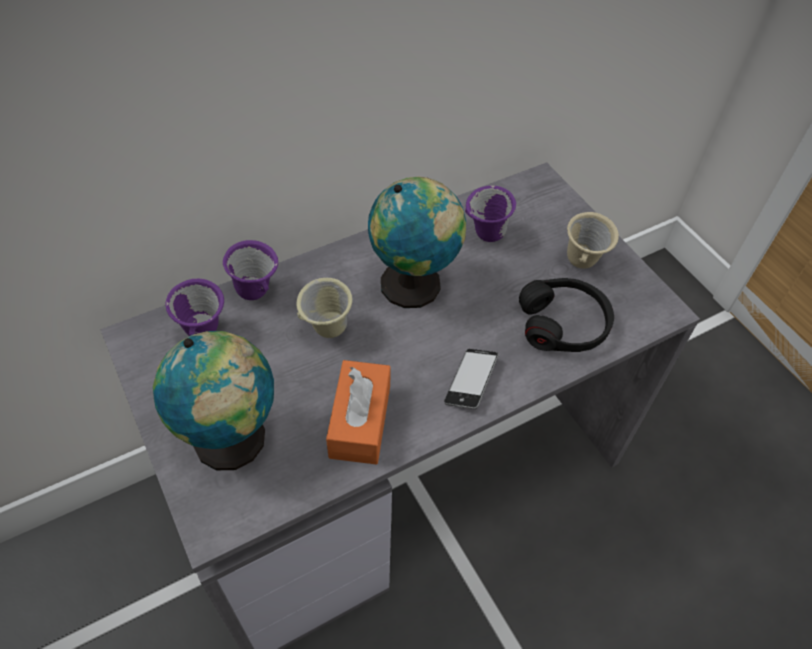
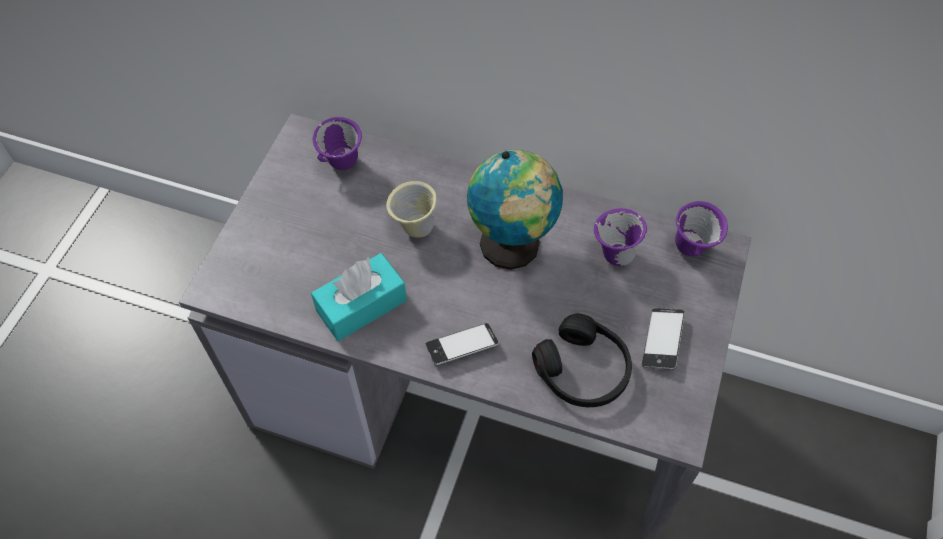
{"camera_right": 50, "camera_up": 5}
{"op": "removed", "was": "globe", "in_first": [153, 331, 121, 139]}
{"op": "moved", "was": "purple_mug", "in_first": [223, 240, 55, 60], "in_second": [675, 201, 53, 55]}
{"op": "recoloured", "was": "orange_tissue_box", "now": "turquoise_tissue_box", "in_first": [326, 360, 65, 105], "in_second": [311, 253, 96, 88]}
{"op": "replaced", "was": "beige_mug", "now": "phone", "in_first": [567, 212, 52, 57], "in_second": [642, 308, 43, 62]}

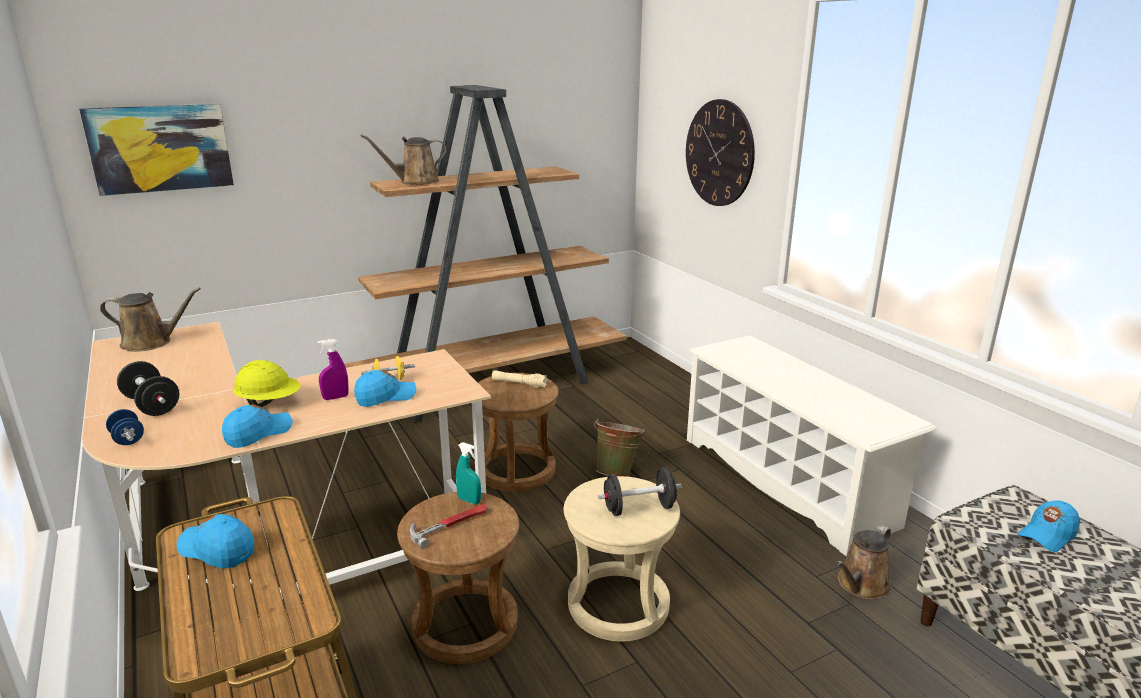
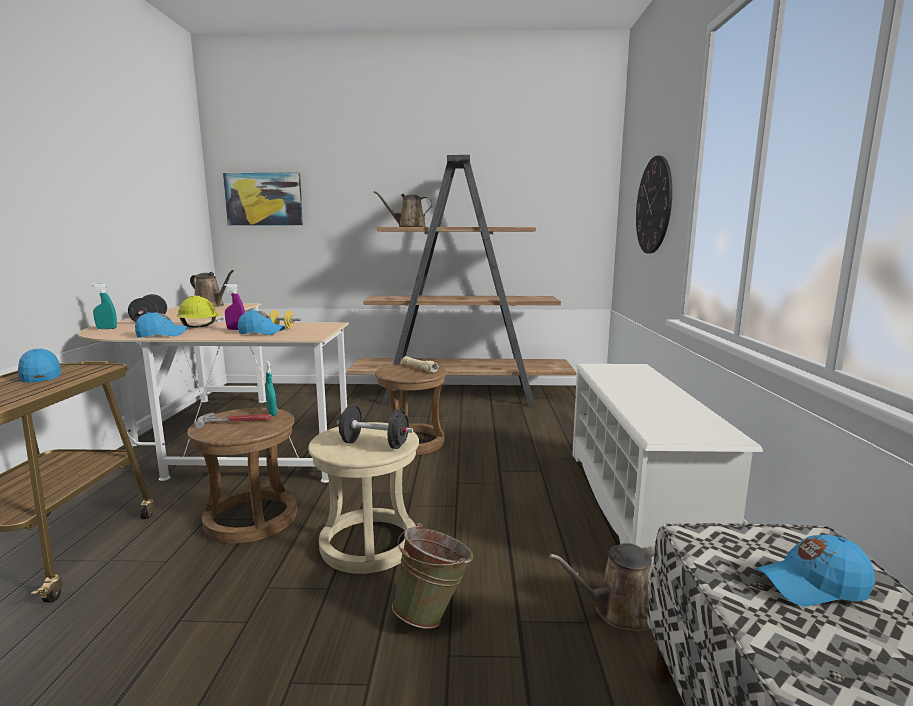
{"camera_right": 30, "camera_up": -10}
{"op": "replaced", "was": "blue_dumbbell", "now": "turquoise_spray_bottle", "in_first": [106, 409, 38, 36], "in_second": [91, 283, 26, 46]}
{"op": "moved", "was": "green_bucket", "in_first": [594, 419, 51, 58], "in_second": [392, 523, 81, 106]}

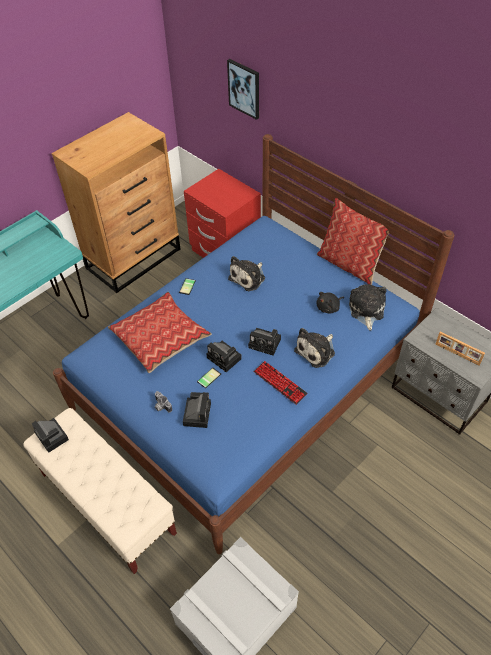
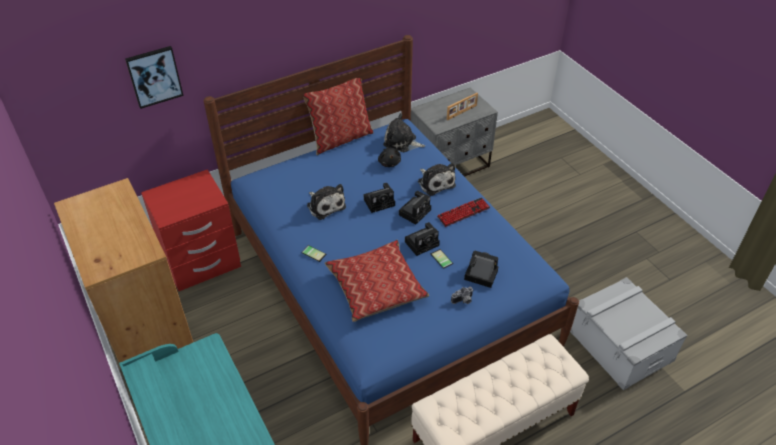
{"camera_right": -75, "camera_up": -5}
{"op": "moved", "was": "photo_camera", "in_first": [31, 418, 38, 35], "in_second": [364, 183, 31, 30]}

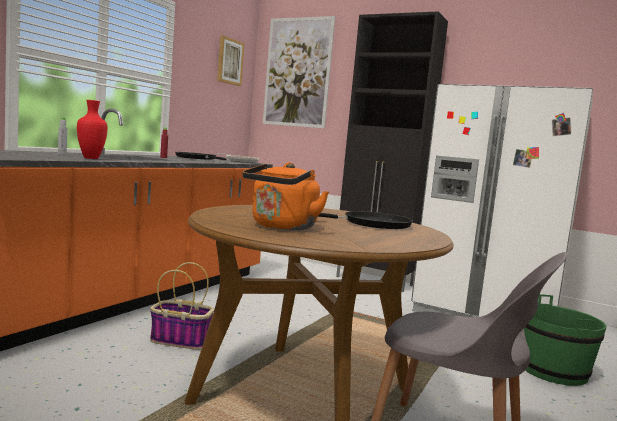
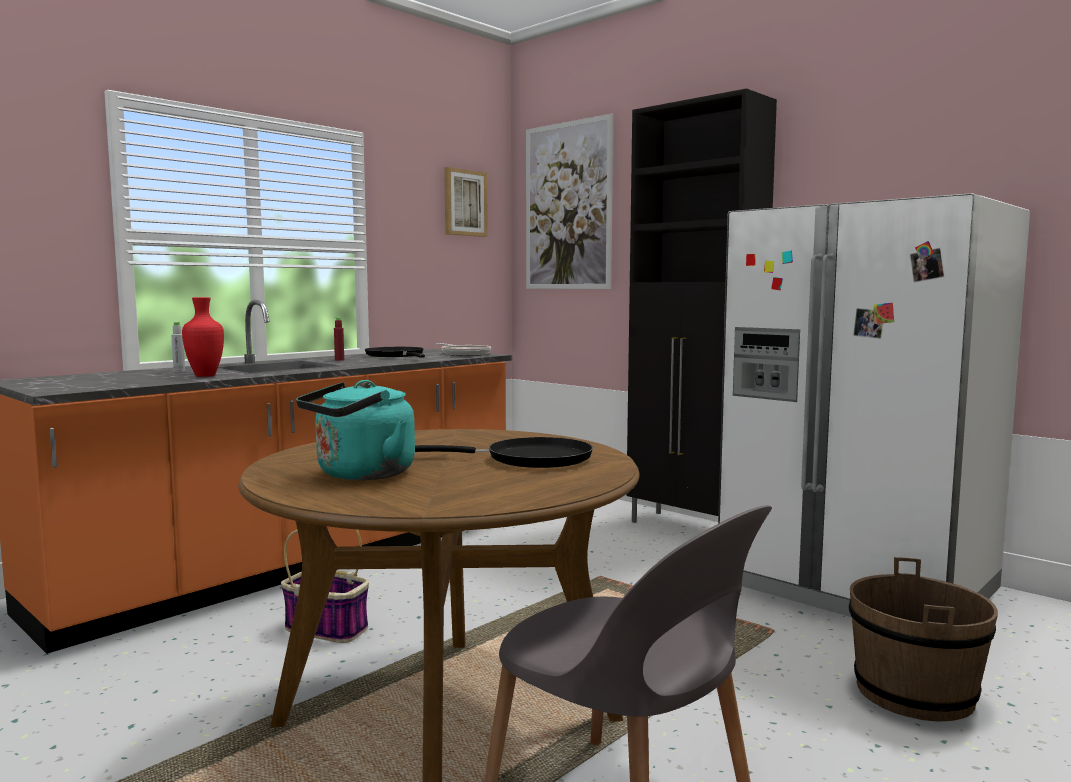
{"camera_right": 15, "camera_up": 0}
{"op": "recoloured", "was": "orange_kettle", "now": "turquoise_kettle", "in_first": [242, 163, 87, 67], "in_second": [296, 380, 119, 100]}
{"op": "recoloured", "was": "green_bucket", "now": "brown_bucket", "in_first": [524, 294, 83, 92], "in_second": [849, 557, 149, 164]}

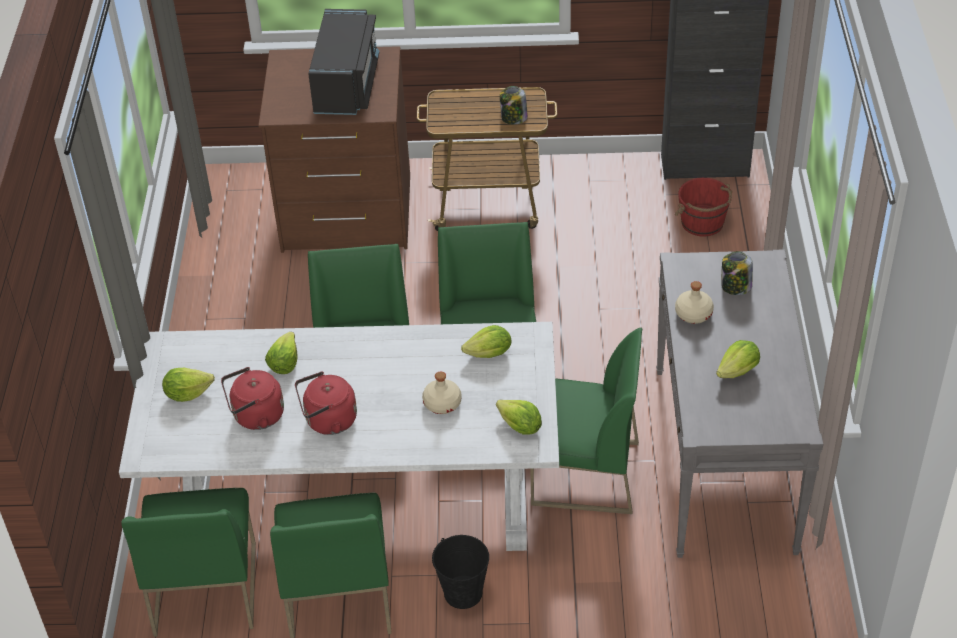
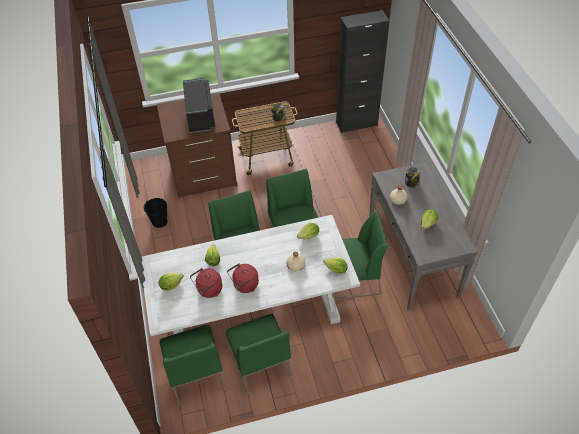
{"camera_right": -15, "camera_up": 5}
{"op": "moved", "was": "black_bucket", "in_first": [432, 535, 57, 74], "in_second": [144, 198, 24, 30]}
{"op": "removed", "was": "red_bucket", "in_first": [675, 178, 57, 58]}

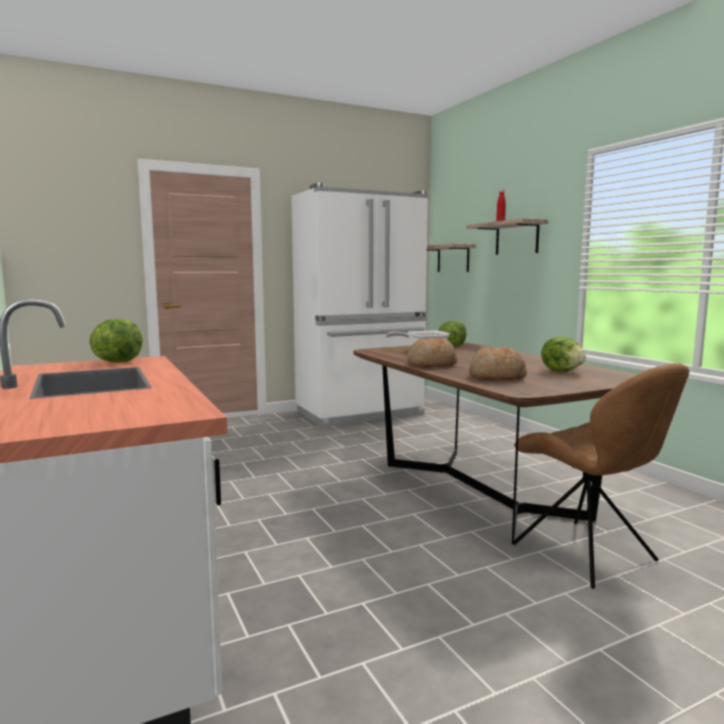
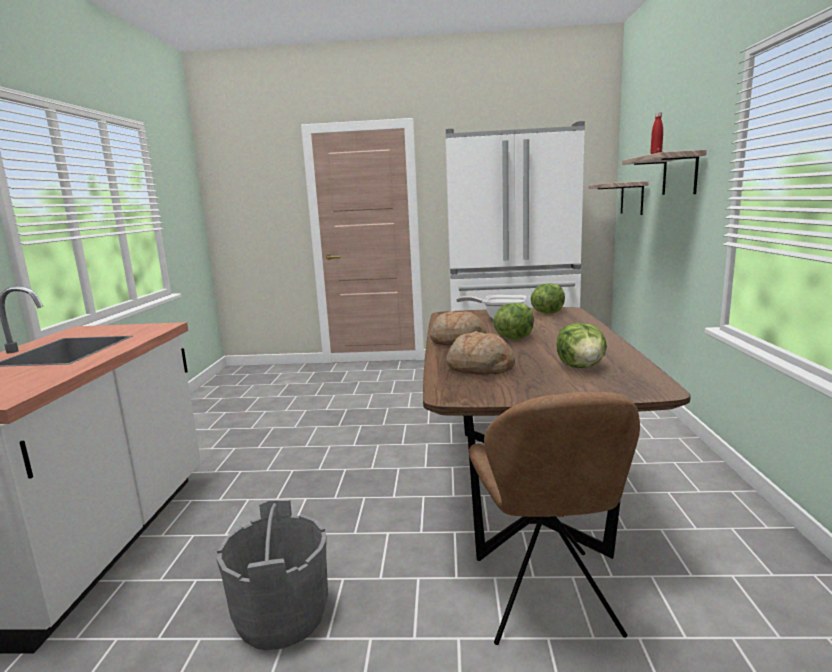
{"camera_right": 30, "camera_up": 5}
{"op": "moved", "was": "lettuce", "in_first": [90, 319, 53, 44], "in_second": [493, 303, 41, 36]}
{"op": "added", "now": "grey_bucket", "in_second": [216, 500, 112, 150]}

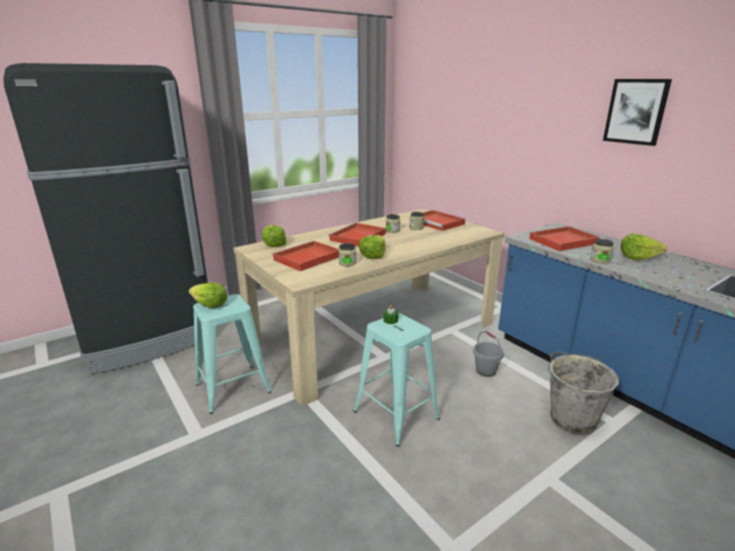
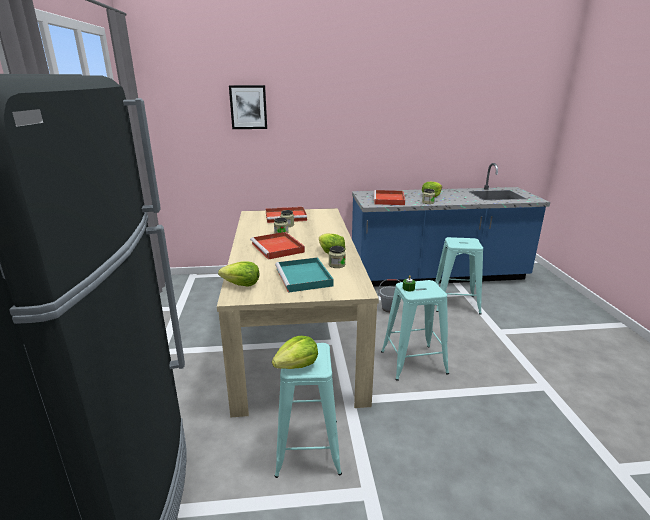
{"camera_right": -60, "camera_up": 0}
{"op": "recoloured", "was": "red_tray", "now": "turquoise_tray", "in_first": [272, 241, 67, 30], "in_second": [275, 257, 59, 36]}
{"op": "replaced", "was": "grey_bucket", "now": "turquoise_stool", "in_first": [548, 351, 71, 85], "in_second": [435, 237, 48, 77]}
{"op": "moved", "was": "picture", "in_first": [603, 79, 69, 67], "in_second": [229, 85, 38, 44]}

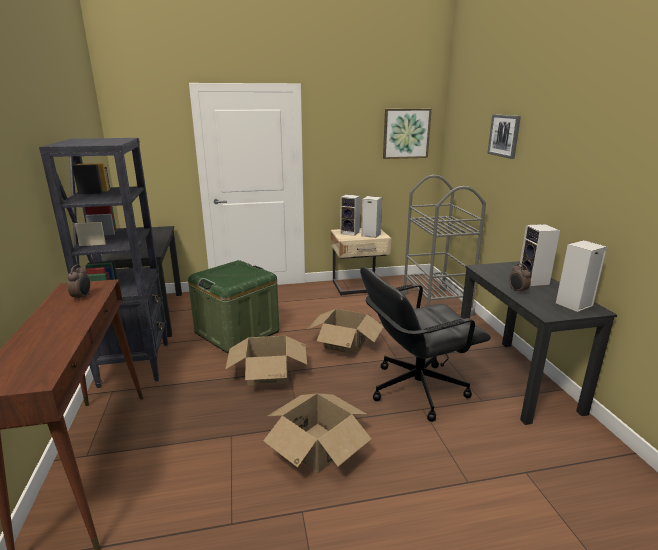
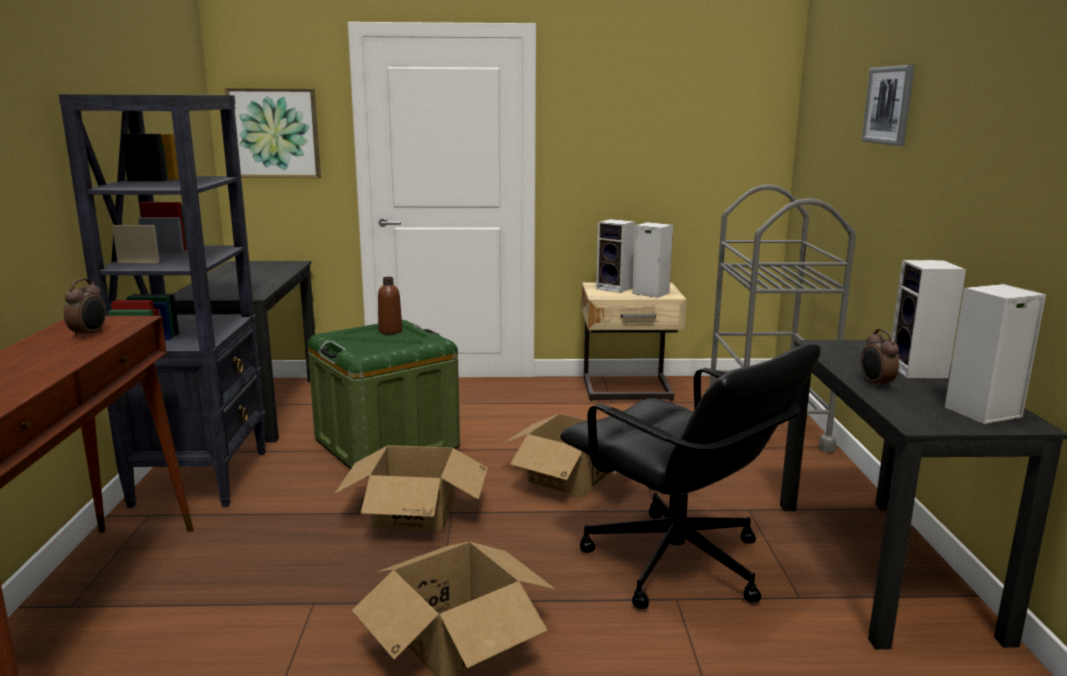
{"camera_right": 10, "camera_up": -5}
{"op": "turned", "was": "black_office_chair", "in_first": [360, 267, 131, 155], "in_second": [560, 344, 261, 265], "clockwise": -120}
{"op": "moved", "was": "picture", "in_first": [383, 109, 49, 50], "in_second": [225, 88, 96, 90]}
{"op": "added", "now": "brown_bottle", "in_second": [378, 277, 24, 57]}

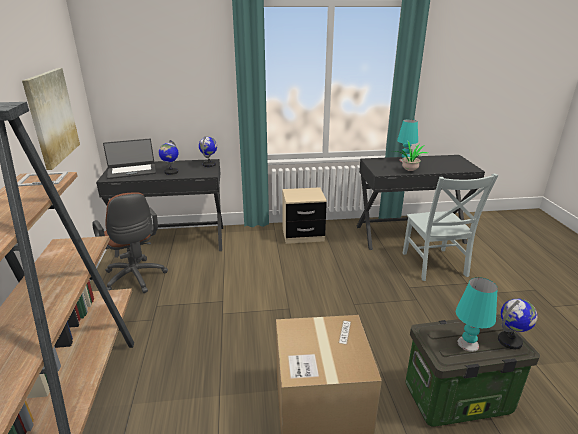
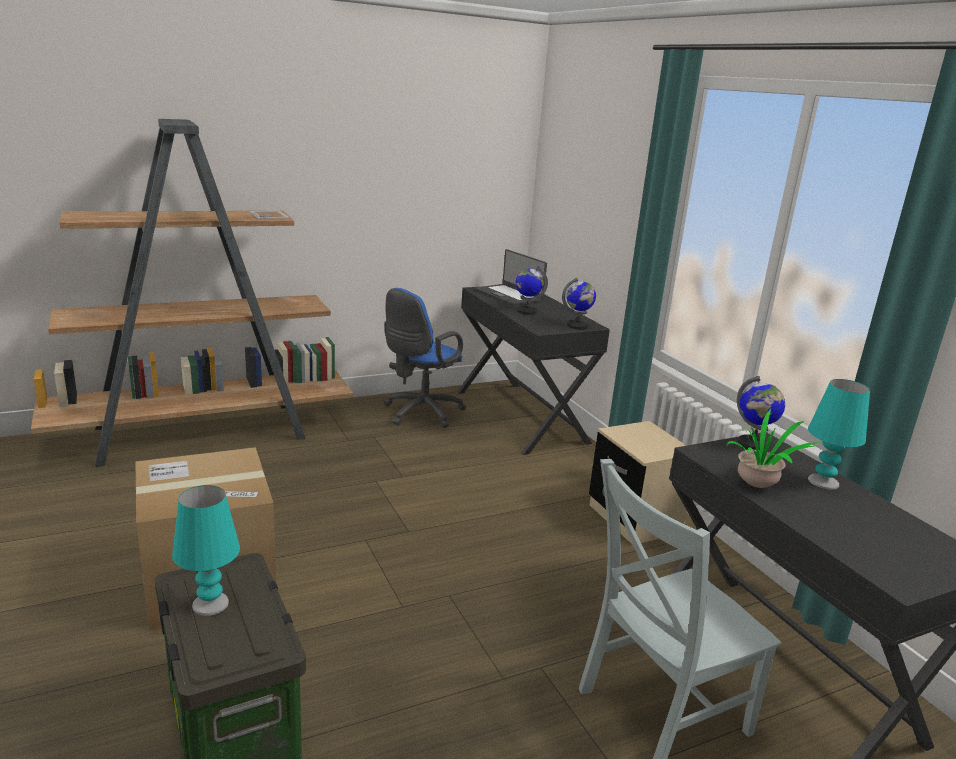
{"camera_right": 70, "camera_up": -5}
{"op": "removed", "was": "picture", "in_first": [22, 68, 58, 102]}
{"op": "recoloured", "was": "brown_office_chair", "now": "blue_office_chair", "in_first": [92, 192, 76, 101], "in_second": [384, 288, 82, 140]}
{"op": "moved", "was": "globe", "in_first": [498, 298, 40, 51], "in_second": [737, 376, 48, 74]}

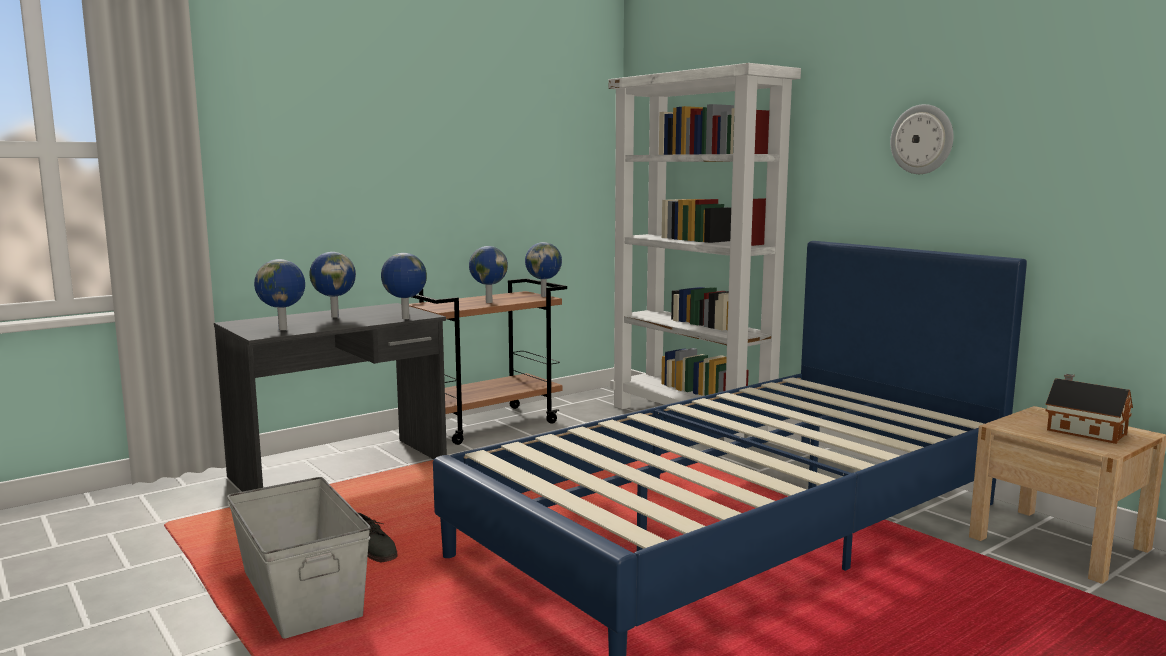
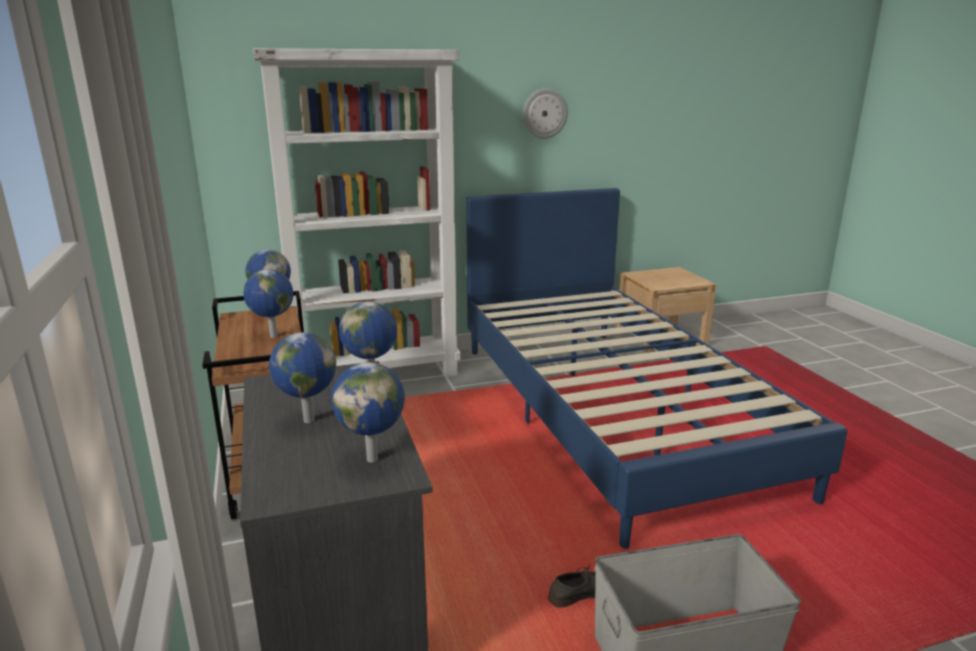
{"camera_right": -70, "camera_up": 10}
{"op": "removed", "was": "toy_house", "in_first": [1045, 374, 88, 70]}

